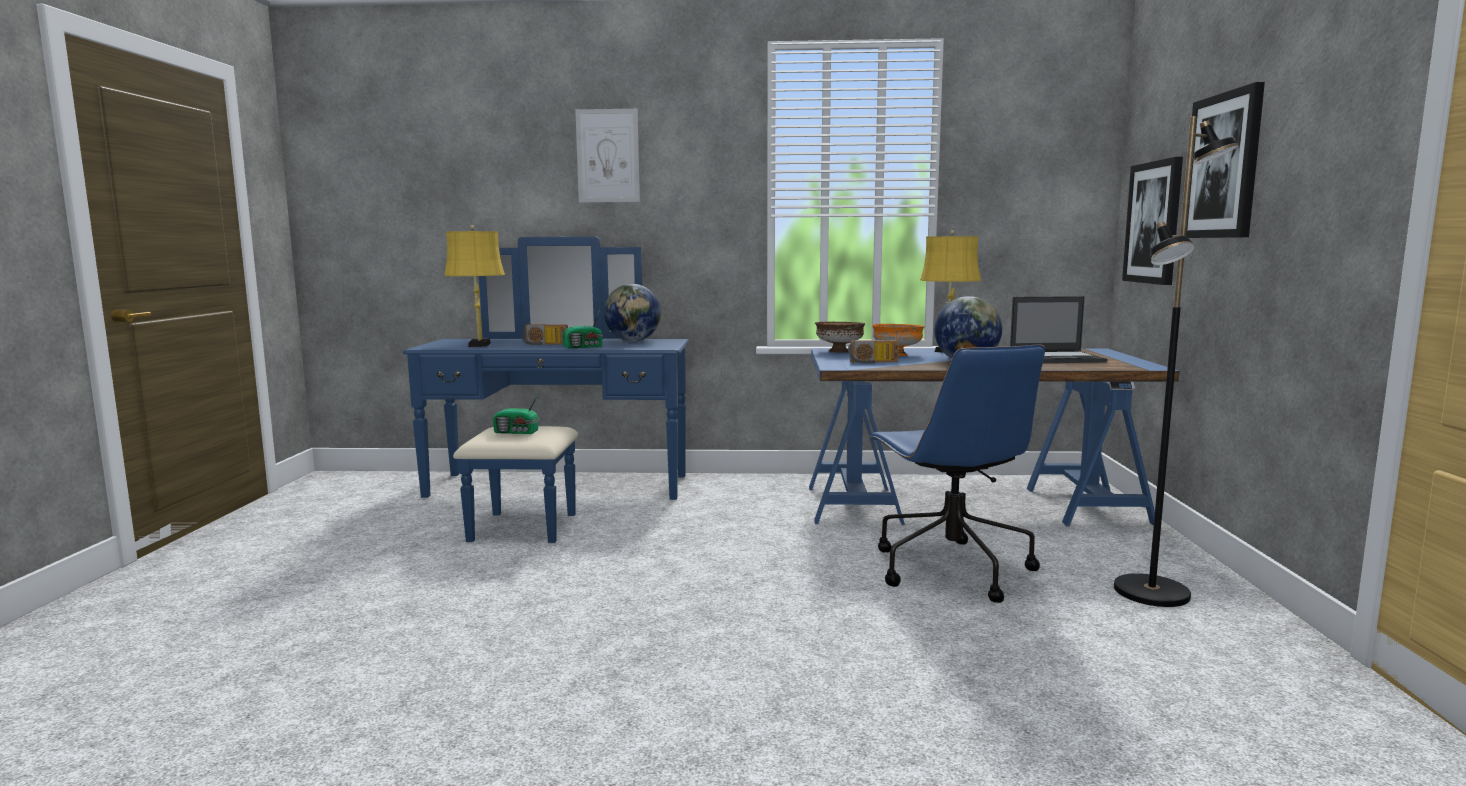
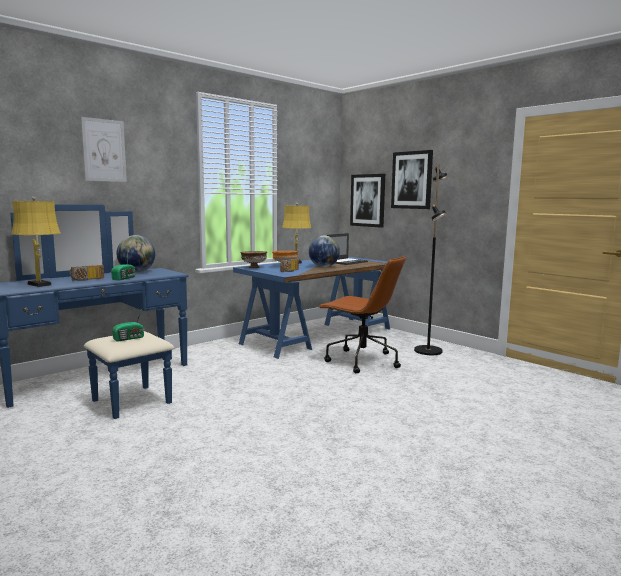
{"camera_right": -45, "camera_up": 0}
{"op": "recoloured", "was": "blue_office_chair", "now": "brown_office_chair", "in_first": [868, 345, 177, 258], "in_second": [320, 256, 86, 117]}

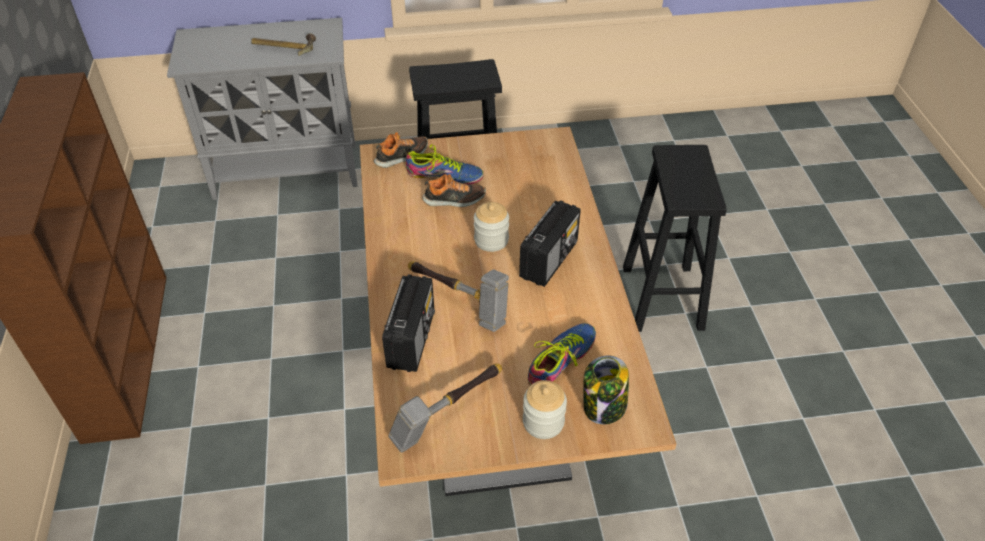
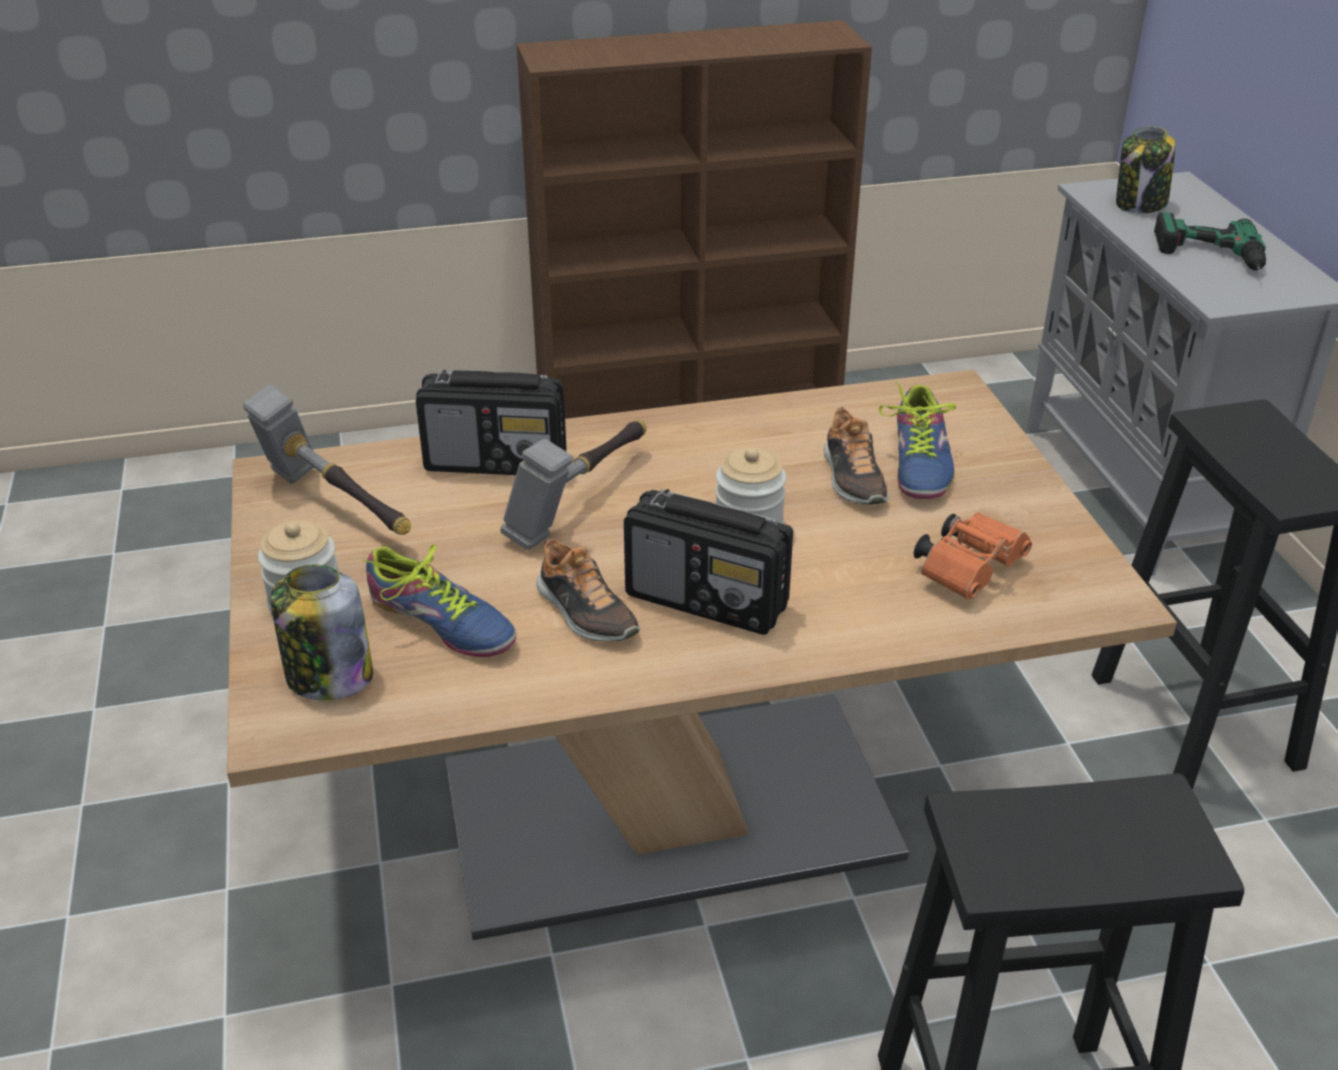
{"camera_right": 85, "camera_up": -10}
{"op": "replaced", "was": "hammer", "now": "power_drill", "in_first": [251, 33, 65, 23], "in_second": [1154, 212, 112, 65]}
{"op": "moved", "was": "shoe", "in_first": [374, 132, 54, 36], "in_second": [537, 538, 103, 103]}
{"op": "added", "now": "orange_binoculars", "in_second": [914, 512, 118, 88]}
{"op": "added", "now": "jar", "in_second": [1116, 126, 59, 88]}

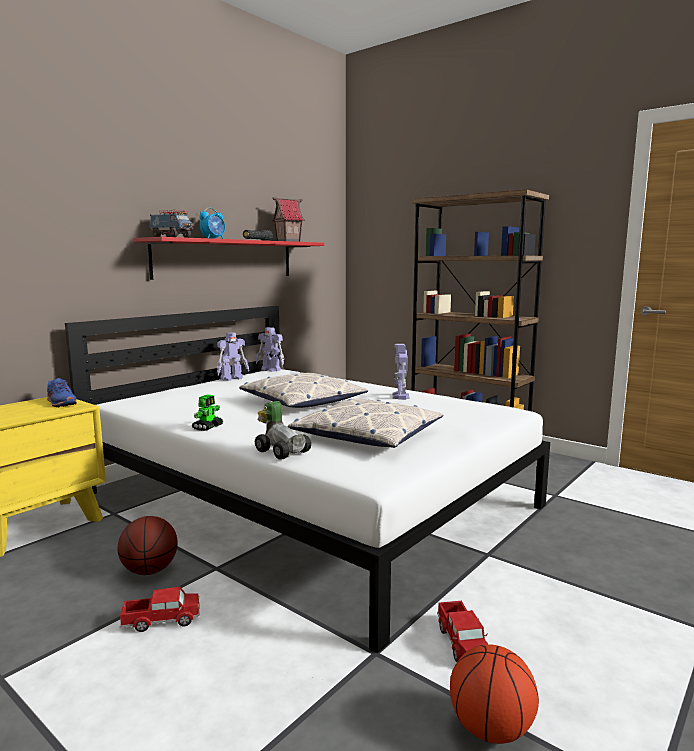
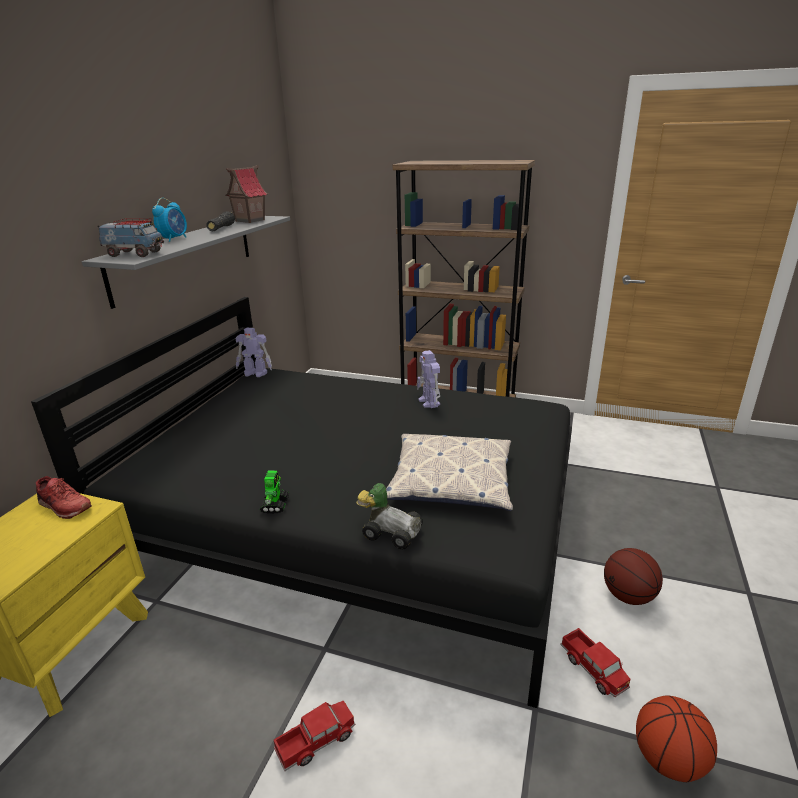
{"camera_right": -20, "camera_up": 15}
{"op": "recoloured", "was": "blue_shoe", "now": "red_shoe", "in_first": [47, 378, 30, 30], "in_second": [36, 476, 56, 43]}
{"op": "recoloured", "was": "white_bed", "now": "black_bed", "in_first": [65, 306, 485, 348], "in_second": [31, 297, 541, 411]}
{"op": "moved", "was": "basketball", "in_first": [118, 516, 60, 59], "in_second": [604, 548, 59, 57]}
{"op": "recoloured", "was": "red_shelf", "now": "grey_shelf", "in_first": [133, 237, 191, 43], "in_second": [82, 216, 208, 93]}
{"op": "removed", "was": "toy_robot", "in_first": [217, 332, 32, 49]}
{"op": "removed", "was": "pillow", "in_first": [239, 372, 129, 36]}

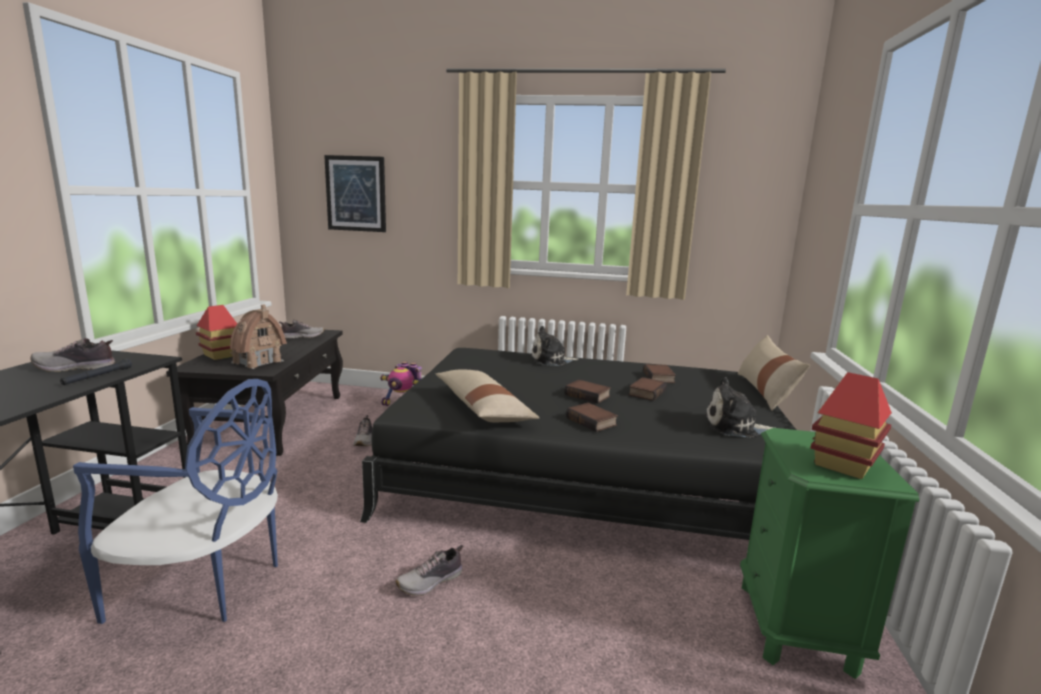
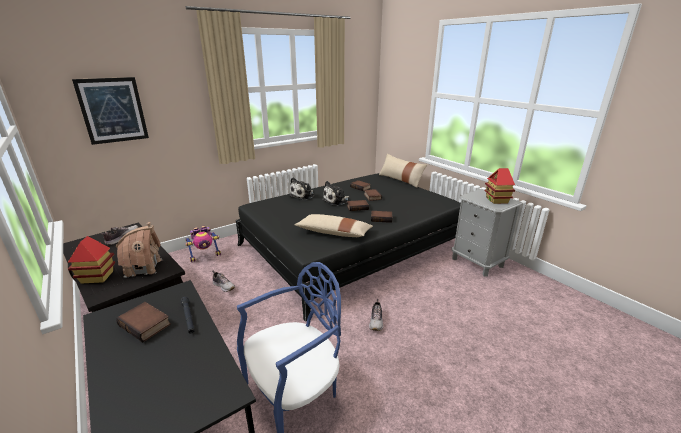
{"camera_right": -45, "camera_up": 10}
{"op": "replaced", "was": "shoe", "now": "book", "in_first": [31, 338, 84, 34], "in_second": [116, 302, 55, 41]}
{"op": "moved", "was": "plush_toy", "in_first": [705, 377, 70, 61], "in_second": [322, 181, 28, 25]}
{"op": "recoloured", "was": "green_nightstand", "now": "grey_nightstand", "in_first": [740, 428, 179, 251], "in_second": [452, 189, 70, 88]}

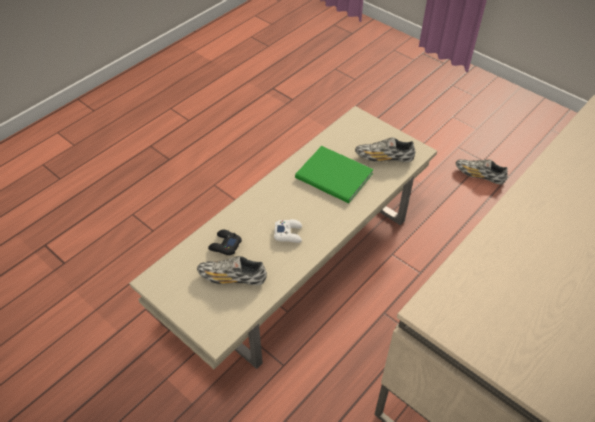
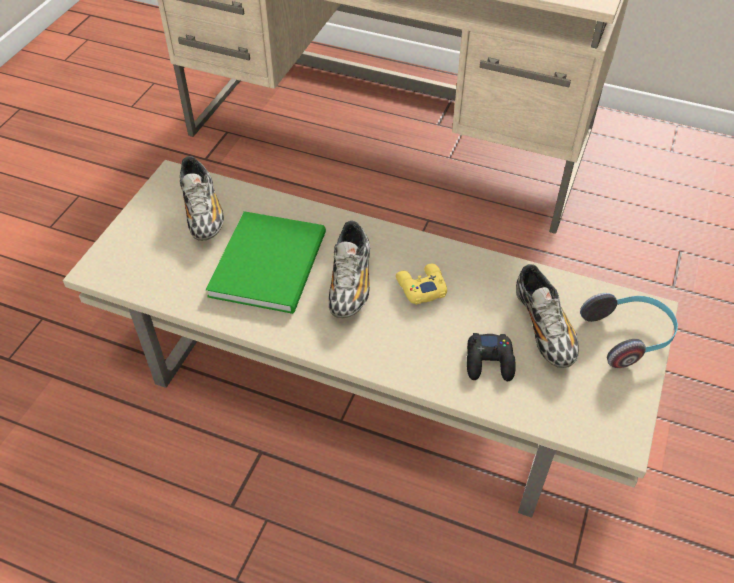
{"camera_right": -110, "camera_up": 0}
{"op": "recoloured", "was": "white_game_controller", "now": "yellow_game_controller", "in_first": [274, 219, 28, 24], "in_second": [396, 264, 51, 41]}
{"op": "moved", "was": "shoe", "in_first": [456, 159, 52, 25], "in_second": [329, 221, 41, 97]}
{"op": "added", "now": "headphones", "in_second": [580, 293, 98, 75]}

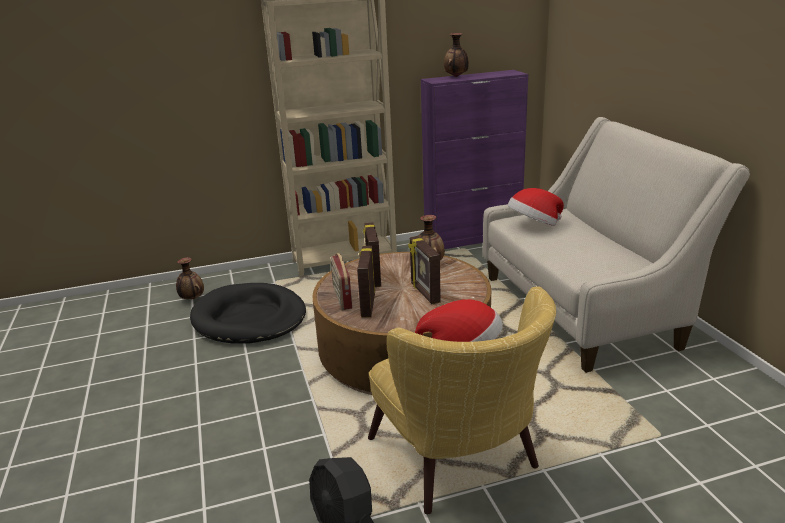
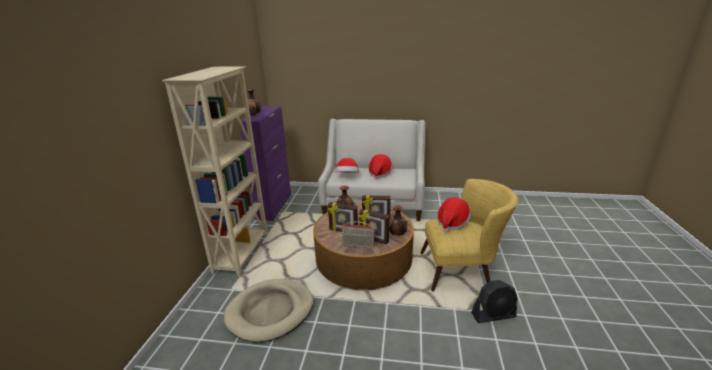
{"camera_right": -65, "camera_up": 0}
{"op": "moved", "was": "vase", "in_first": [176, 257, 28, 42], "in_second": [389, 205, 19, 31]}
{"op": "recoloured", "was": "black_dog_bed", "now": "beige_dog_bed", "in_first": [190, 283, 116, 61], "in_second": [224, 279, 89, 63]}
{"op": "added", "now": "hat", "in_second": [369, 154, 24, 25]}

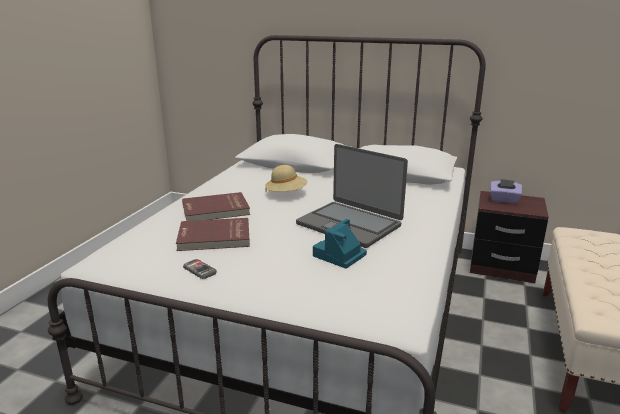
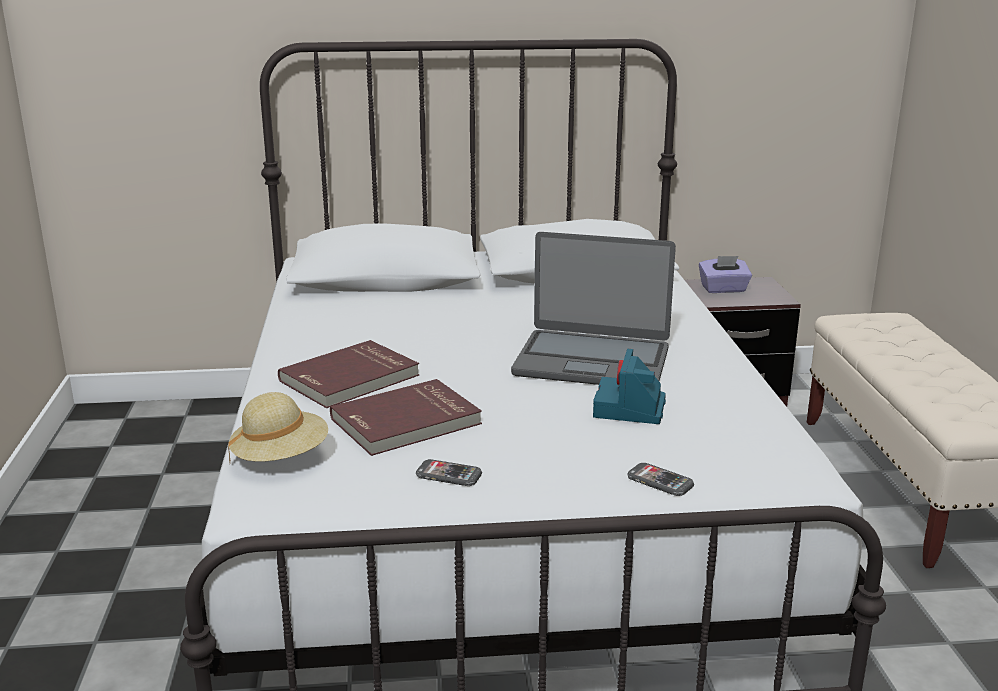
{"camera_right": -25, "camera_up": 0}
{"op": "moved", "was": "beige_hat", "in_first": [265, 165, 42, 27], "in_second": [228, 392, 100, 70]}
{"op": "added", "now": "phone", "in_second": [627, 463, 67, 33]}

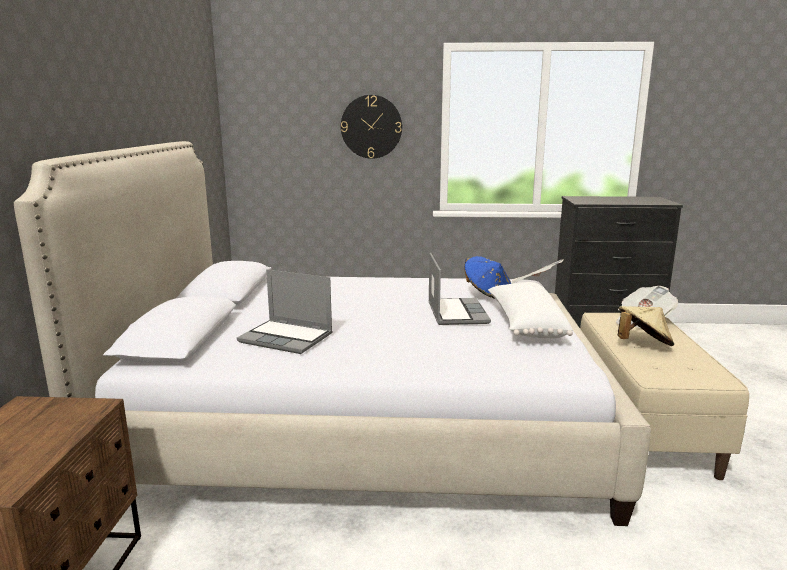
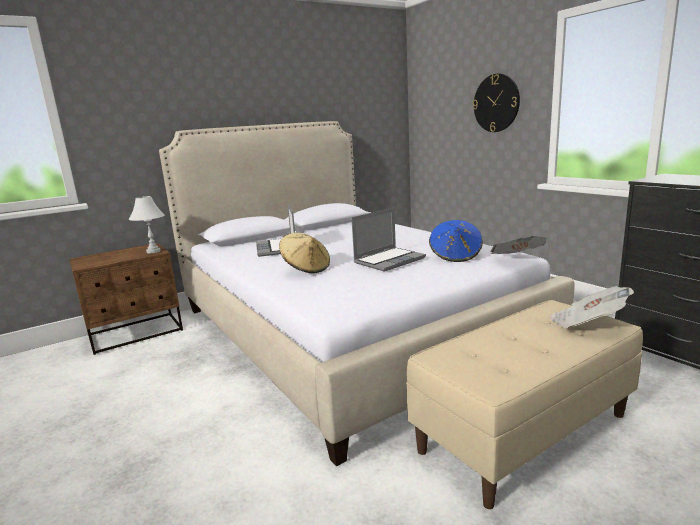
{"camera_right": 55, "camera_up": 0}
{"op": "removed", "was": "white_pillow", "in_first": [488, 282, 85, 56]}
{"op": "moved", "was": "beige_hat", "in_first": [618, 306, 56, 40], "in_second": [279, 233, 51, 40]}
{"op": "added", "now": "white_table_lamp", "in_second": [129, 196, 36, 57]}

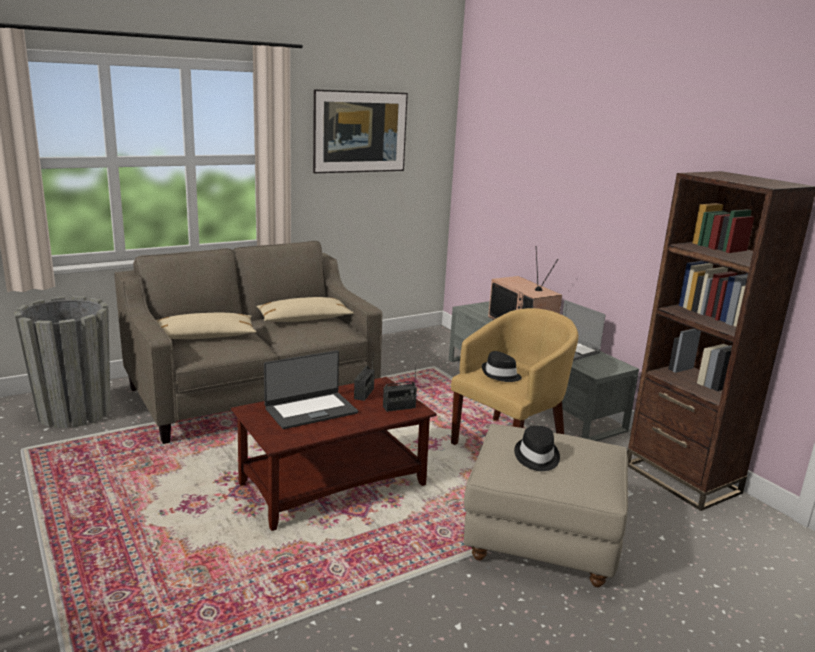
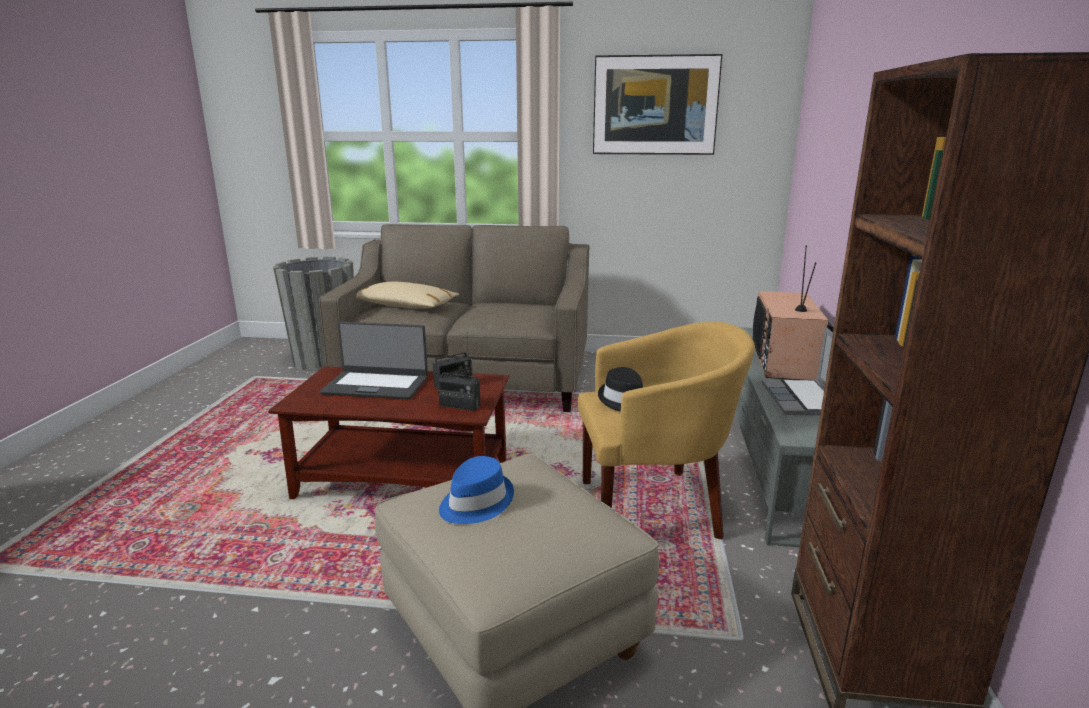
{"camera_right": 40, "camera_up": 0}
{"op": "removed", "was": "beige_pillow", "in_first": [256, 297, 98, 25]}
{"op": "recoloured", "was": "black_hat", "now": "blue_hat", "in_first": [514, 426, 46, 45], "in_second": [439, 456, 75, 68]}

